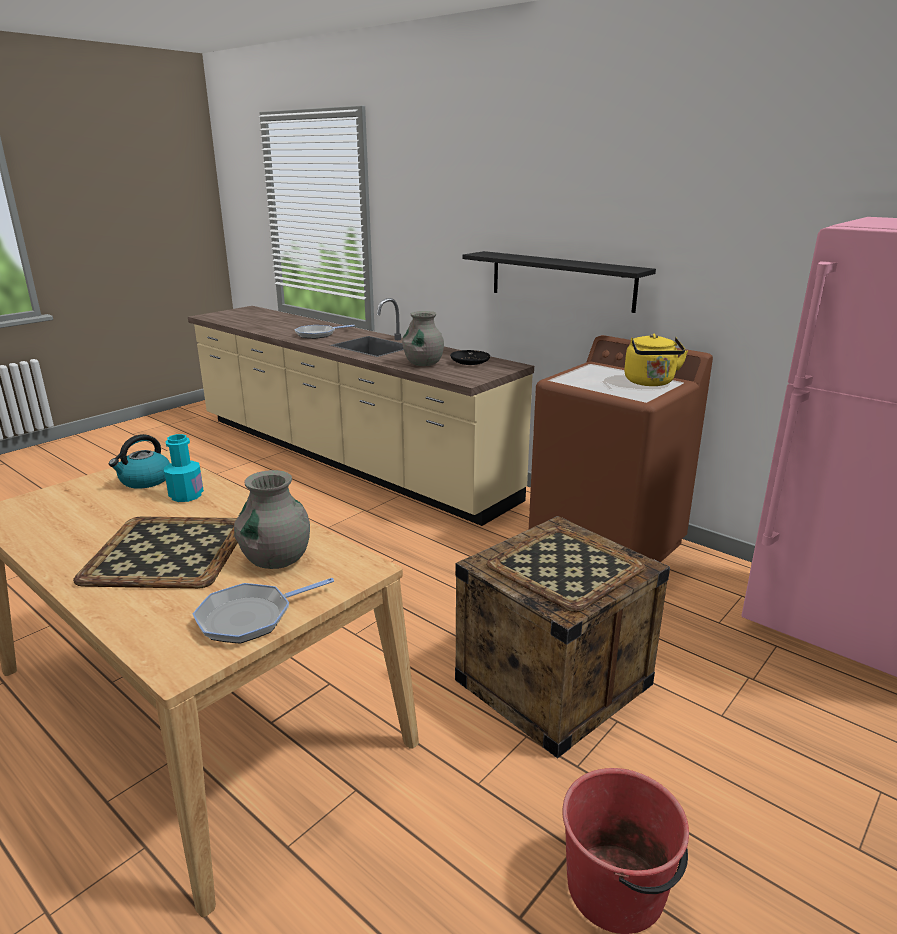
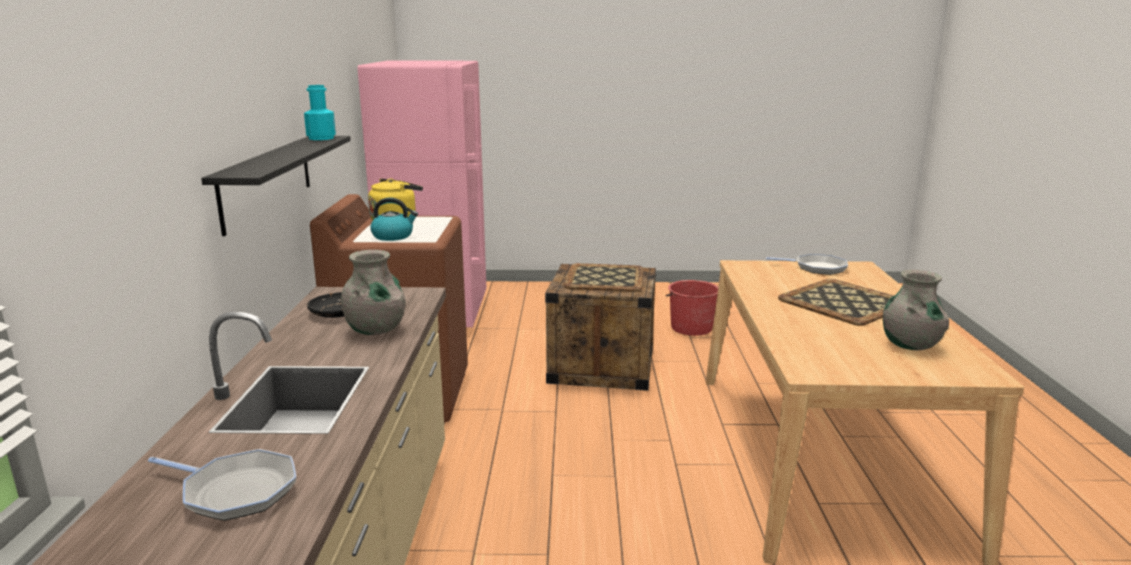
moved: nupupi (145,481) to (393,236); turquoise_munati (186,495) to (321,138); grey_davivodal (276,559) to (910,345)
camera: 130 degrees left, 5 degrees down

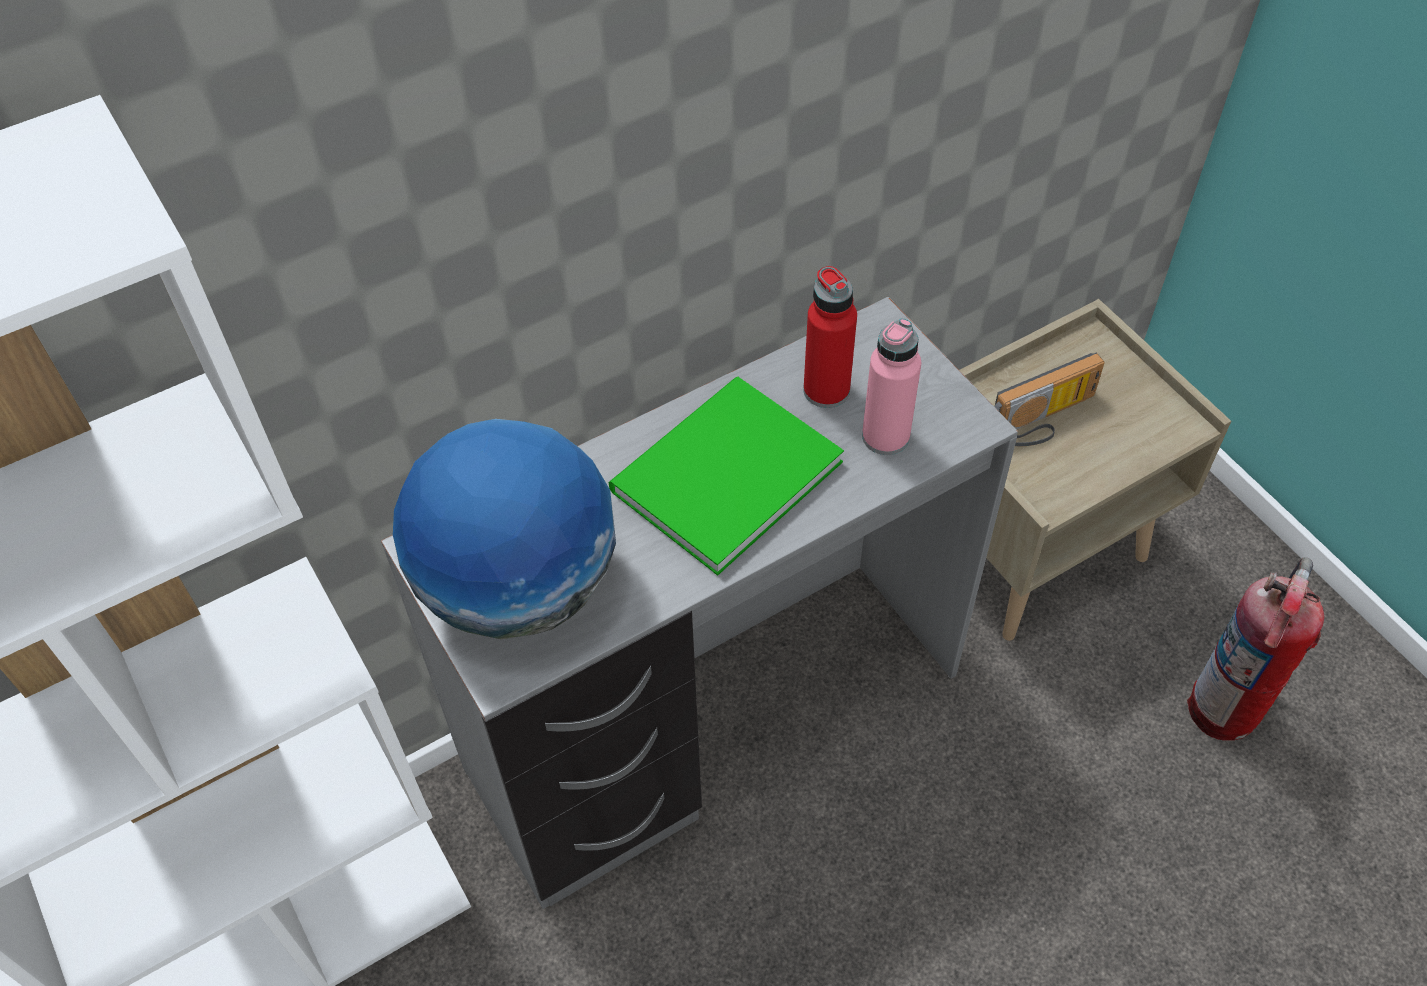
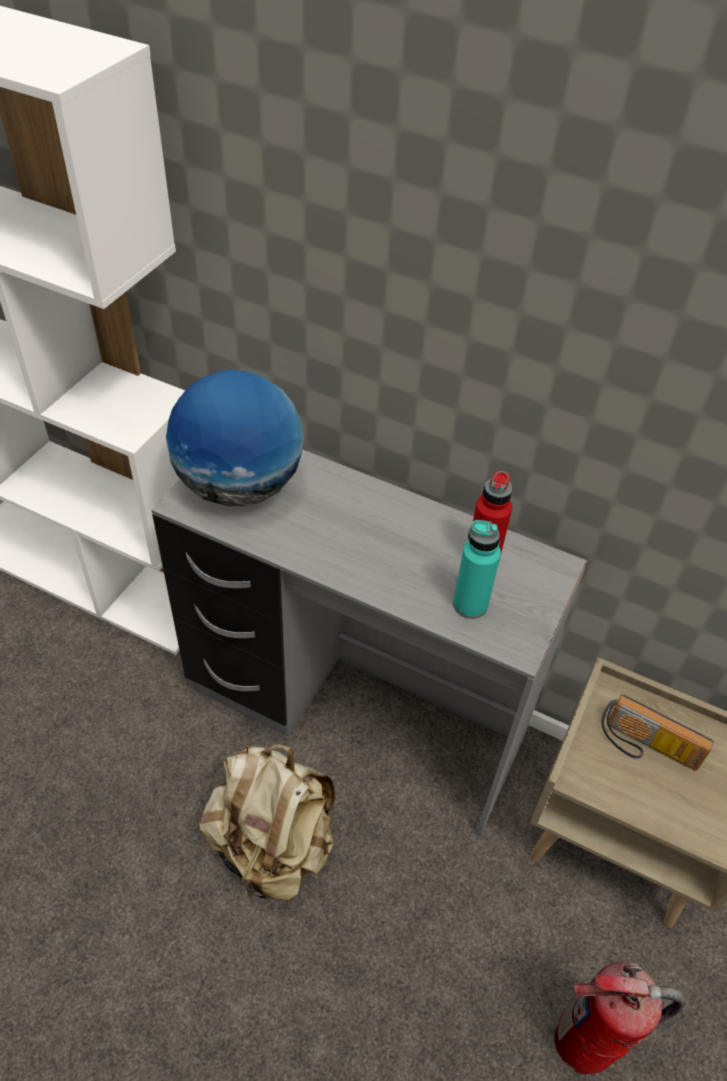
removed: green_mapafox (719,477)
added: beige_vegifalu (272,845)
recoloured: pink_munati (885,436) to turquoise_munati (470,605)
camera: 55 degrees right, 5 degrees down

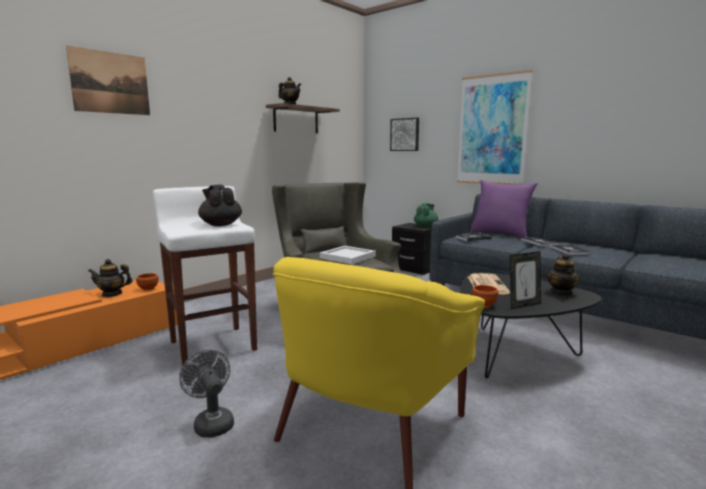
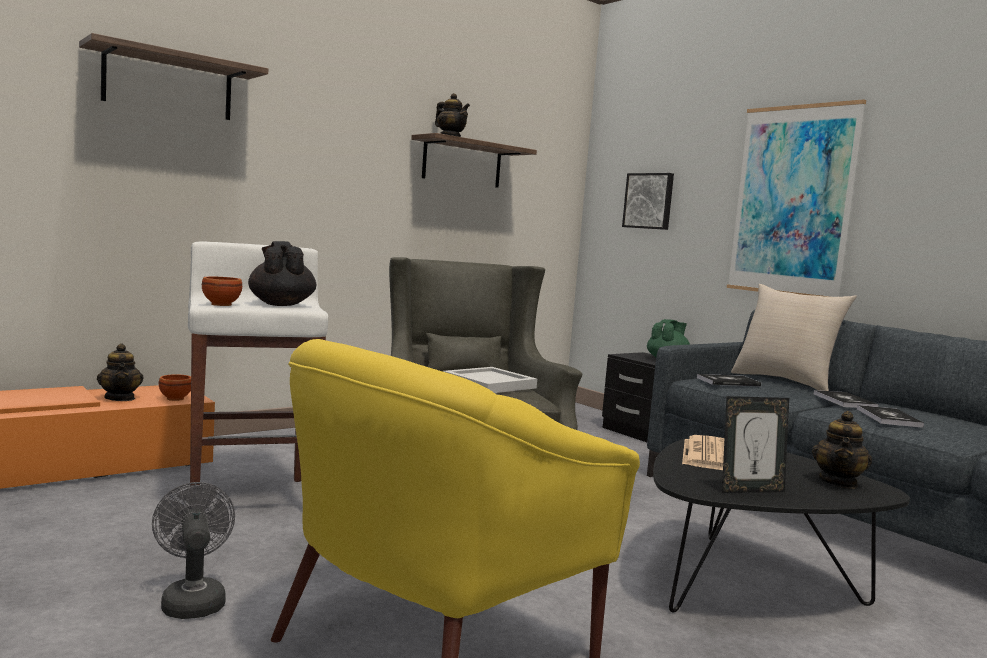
moved: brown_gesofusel (484,305) to (222,304)
replaced: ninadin (110,83) to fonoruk (168,84)
recoloured: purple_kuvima (500,234) to beige_kuvima (785,382)
turned: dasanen (112,294) = (120,398) 120 degrees counterclockwise
camera: 10 degrees right, 5 degrees down

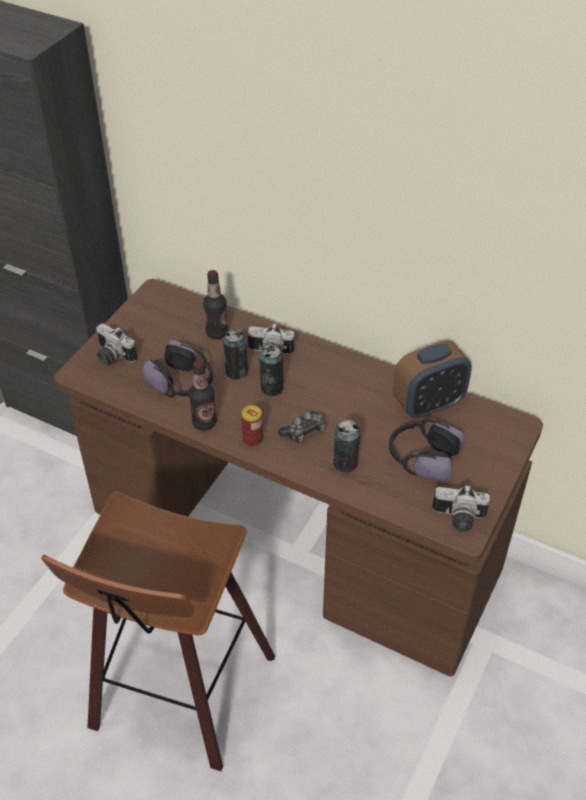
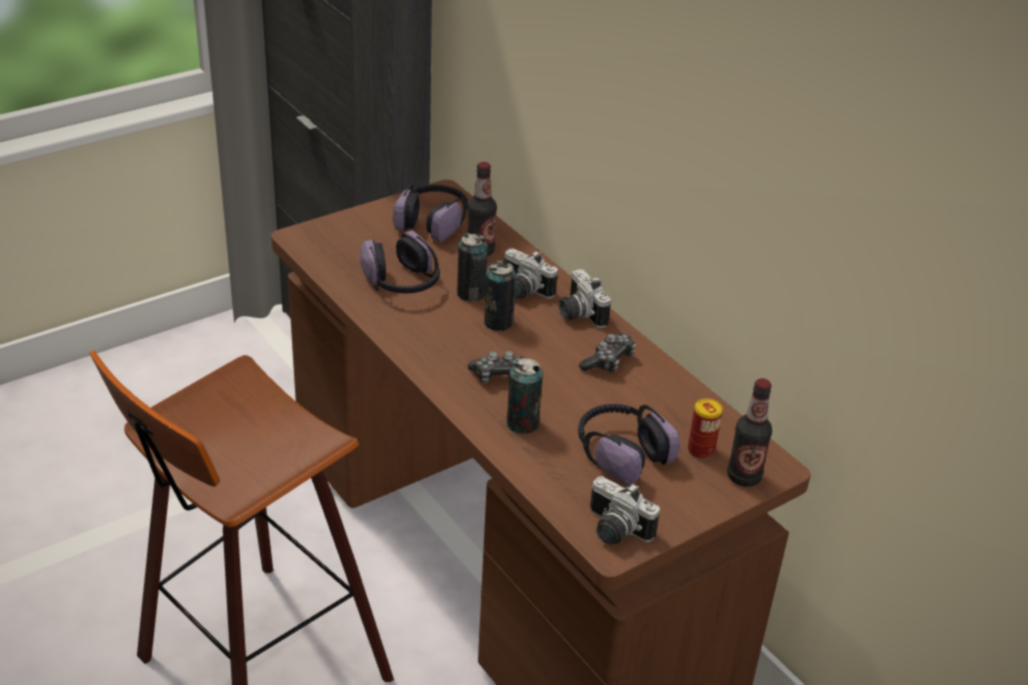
removed: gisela (428,404)
added: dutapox (433,222); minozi (608,361)
moved: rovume (112,356) to (578,313); munati (204,423) to (744,477); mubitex (252,440) to (701,450)
camera: 25 degrees right, 10 degrees down

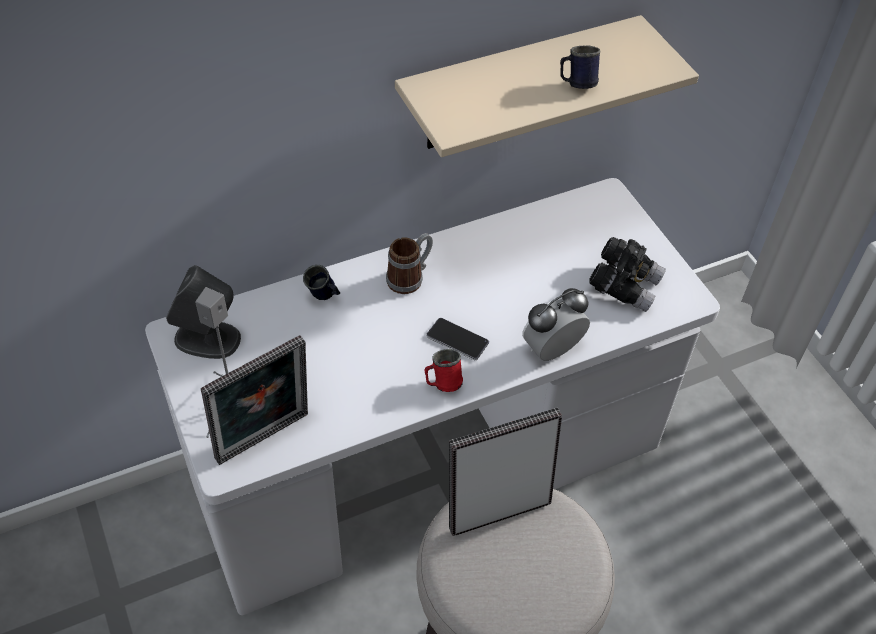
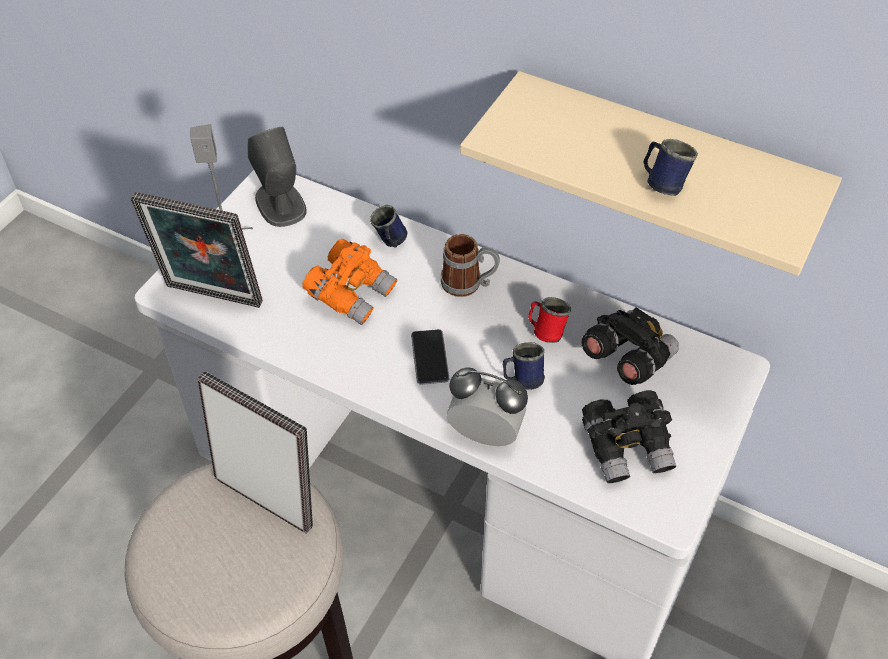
added: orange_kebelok (351,294); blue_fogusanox (522,379); black_kebelok (626,358)
moved: red_fogusanox (442,383) to (545,331)
camera: 55 degrees right, 0 degrees up

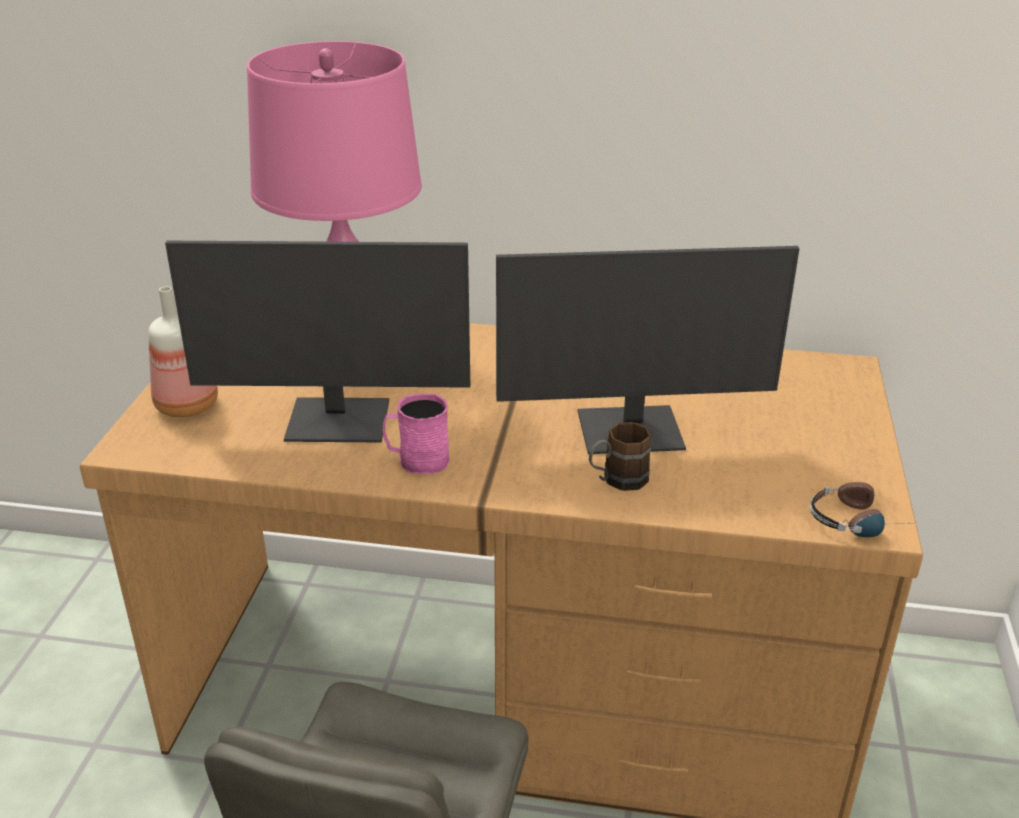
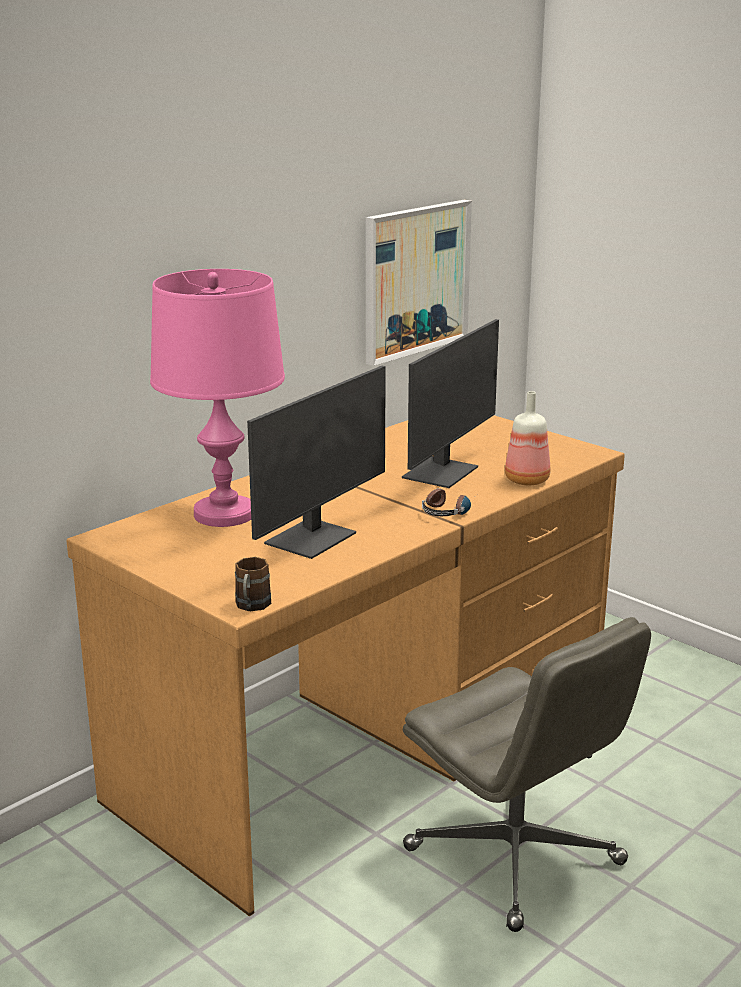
removed: pink_fogusanox (417,460)
added: ninadin (415,280)
moved: munati (188,405) to (526,480); brown_fogusanox (616,481) to (251,607); dutapox (859,520) to (448,510)
camera: 55 degrees left, 10 degrees down

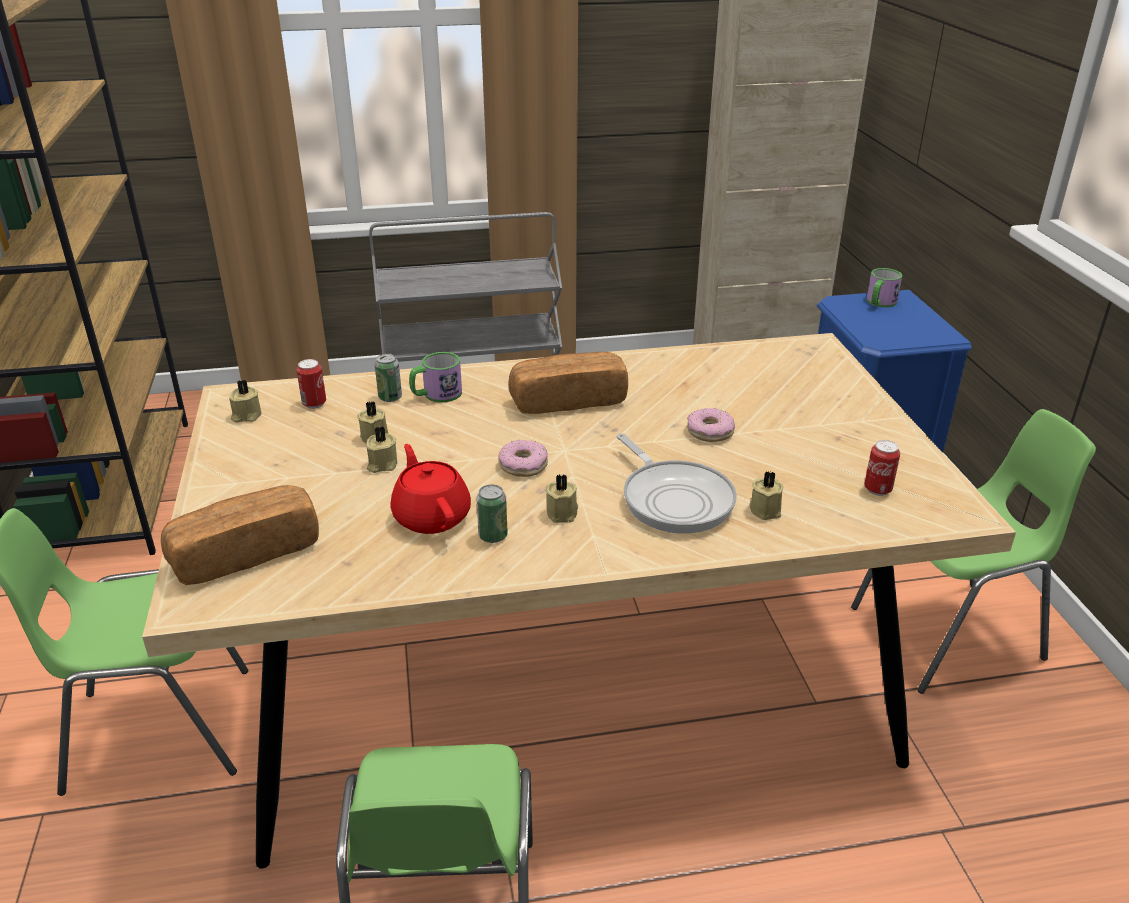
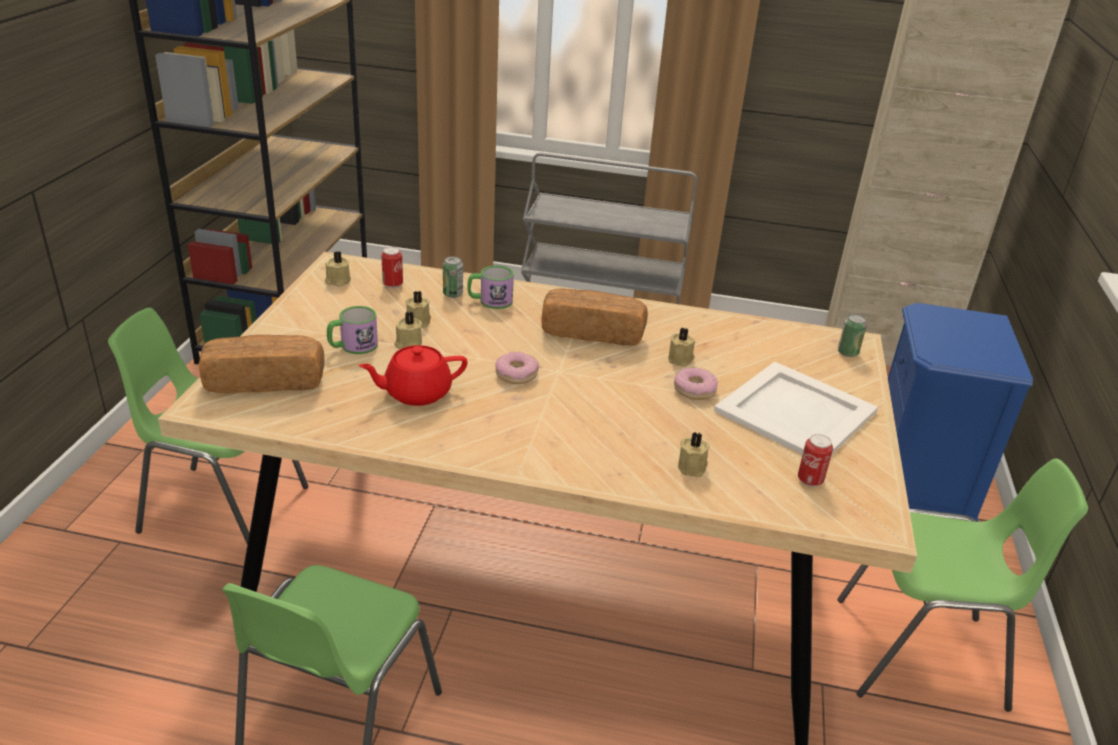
removed: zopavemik (674,499)
added: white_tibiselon (795,410)
moved: mubitex (493,536) to (847,353); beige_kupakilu (563,513) to (681,359); fogusanox (879,303) to (353,346)
turned: red_dasanen (431,516) = (416,393) 105 degrees counterclockwise
camera: 20 degrees right, 0 degrees up

